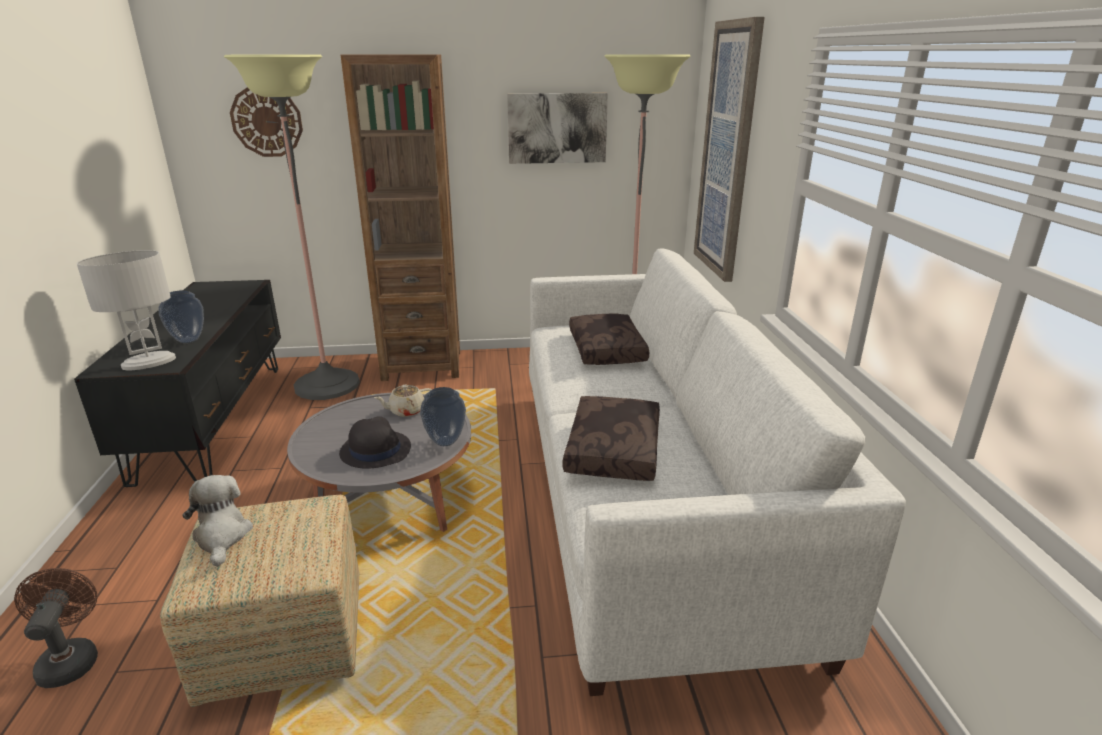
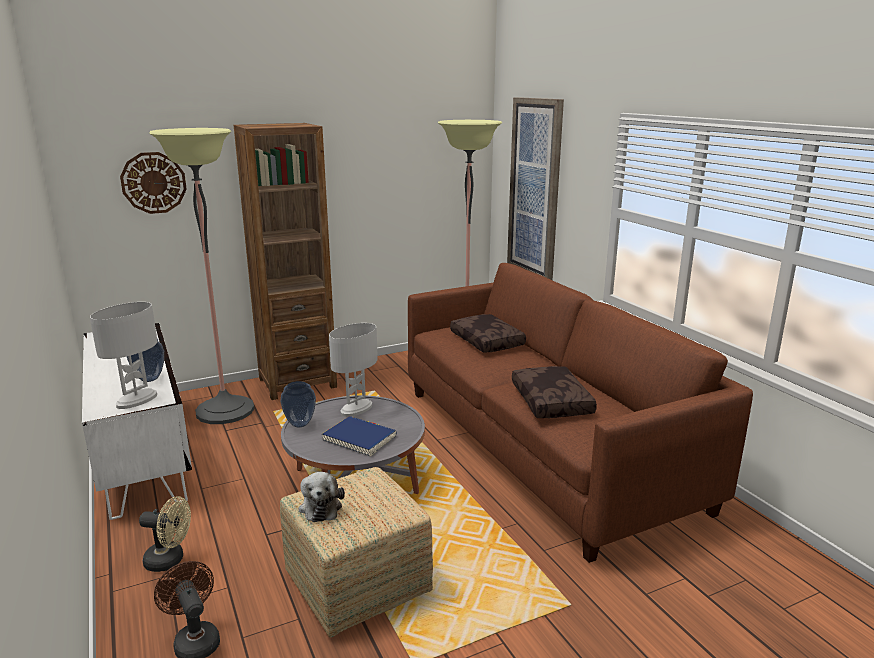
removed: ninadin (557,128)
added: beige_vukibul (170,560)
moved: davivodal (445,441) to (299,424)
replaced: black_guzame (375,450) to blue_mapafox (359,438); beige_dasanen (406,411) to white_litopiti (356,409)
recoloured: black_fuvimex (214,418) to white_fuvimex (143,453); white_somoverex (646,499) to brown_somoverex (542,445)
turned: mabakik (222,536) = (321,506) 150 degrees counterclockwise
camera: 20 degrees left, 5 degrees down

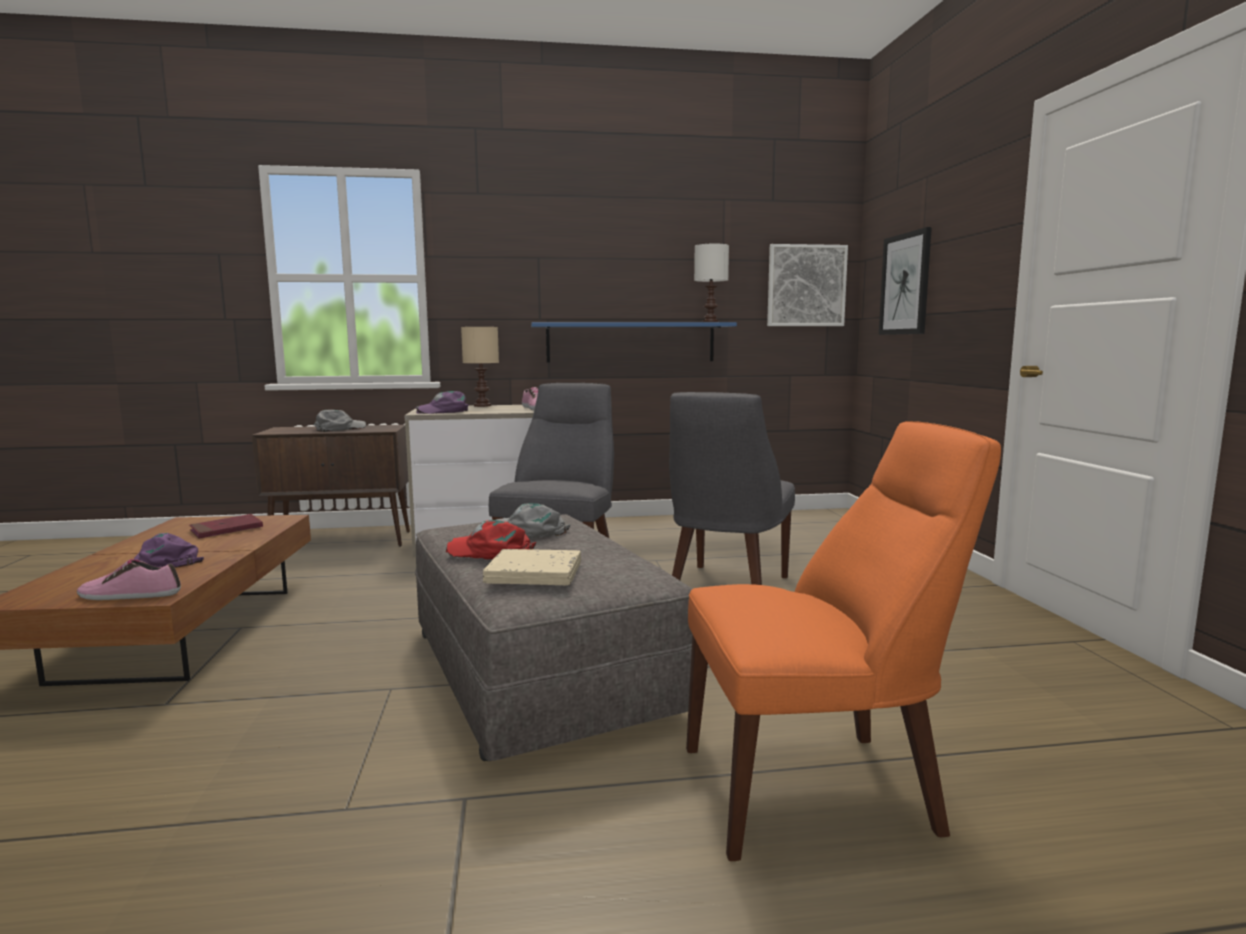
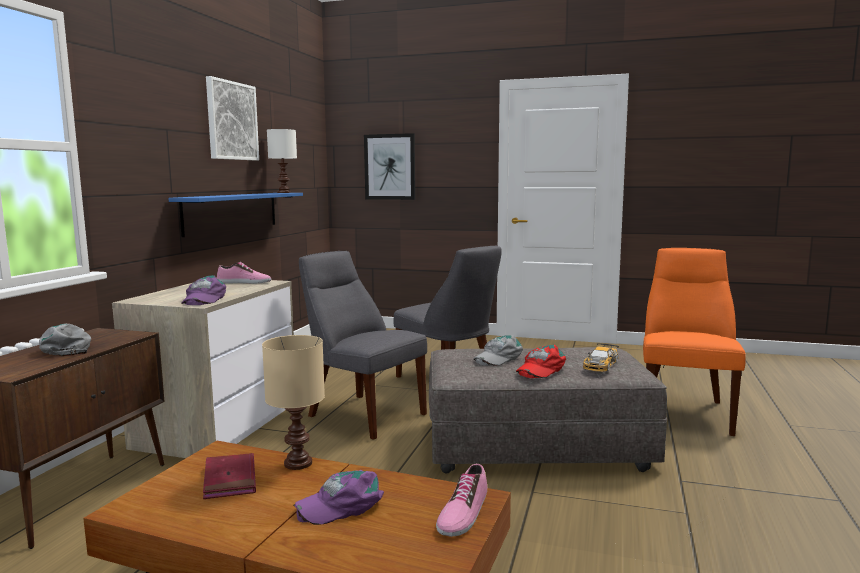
moved: beige_litopiti (482,406) to (299,463); ninadin (806,286) to (231,121)
replaced: beige_mapafox (534,574) to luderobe (600,364)
camera: 65 degrees left, 0 degrees up

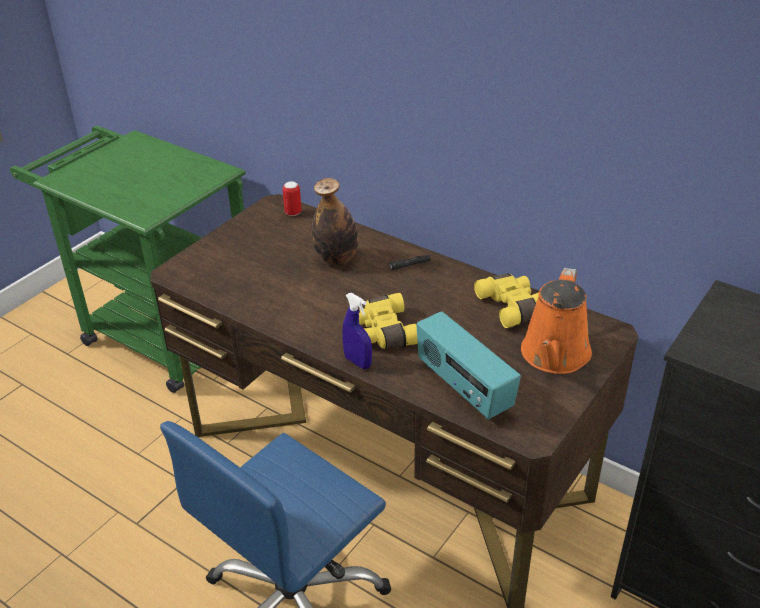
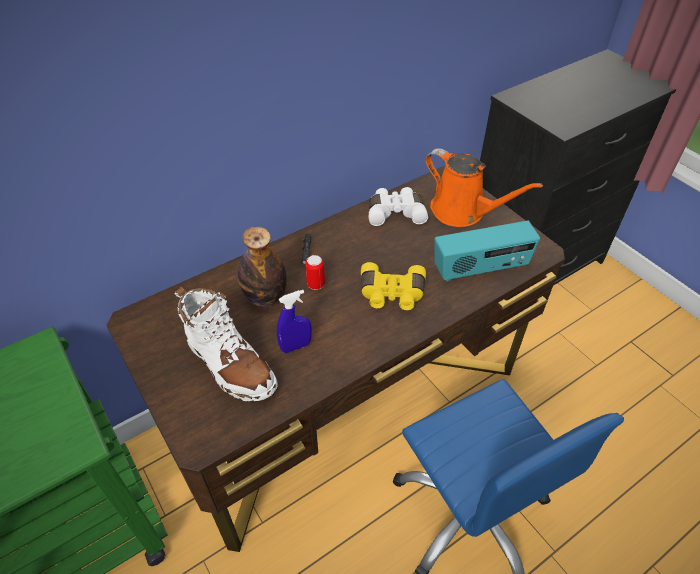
added: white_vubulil (229,364)
moved: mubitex (293,213) to (315,284); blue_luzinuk (357,362) to (296,346)
recoloured: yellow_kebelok (512,307) to white_kebelok (395,212)
camera: 70 degrees left, 10 degrees up

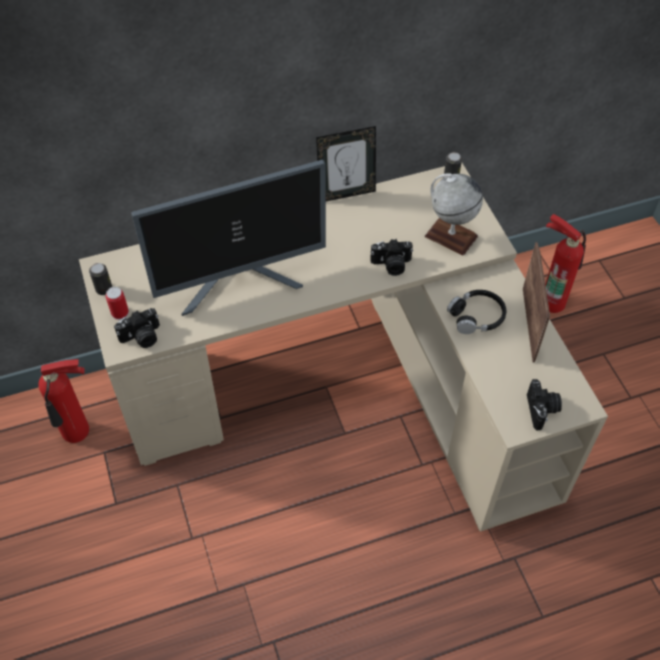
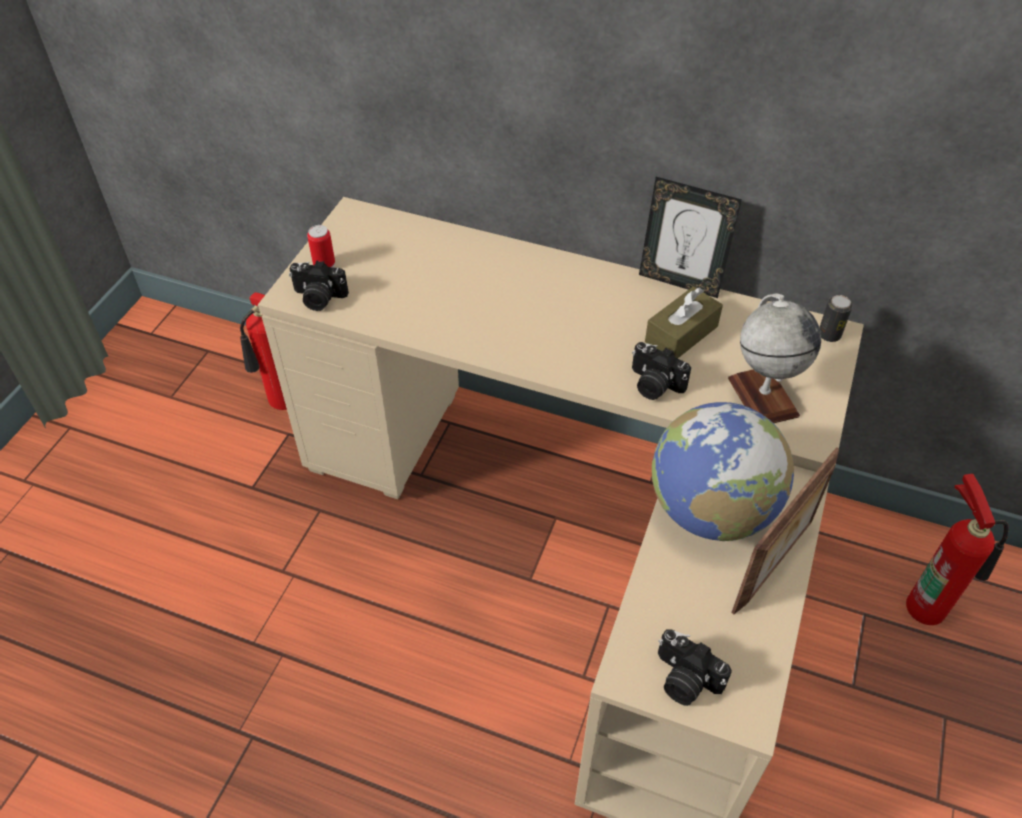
removed: mubitex (104,289); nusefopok (240,281)
added: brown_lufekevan (681,334)
replaced: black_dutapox (476,316) to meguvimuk (710,510)
turned: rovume (542,410) = (684,680) 90 degrees clockwise
camera: 40 degrees right, 5 degrees down

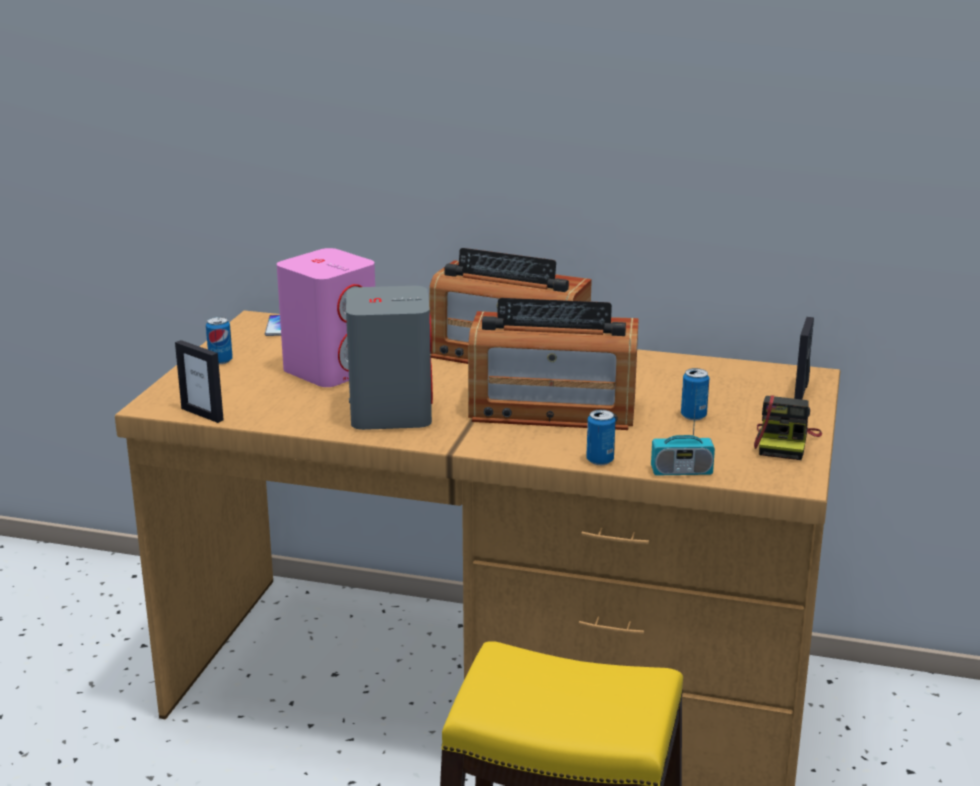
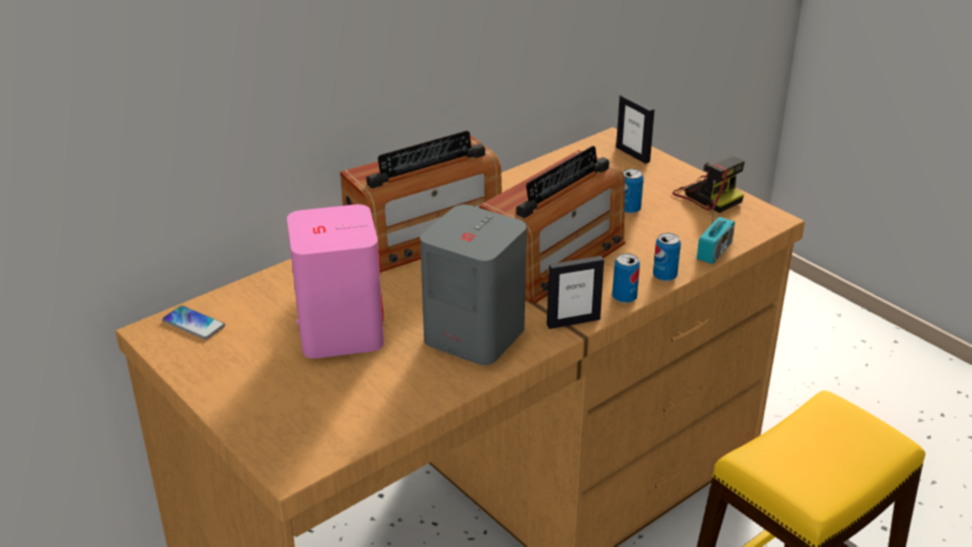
moved: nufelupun (202,414) to (573,321); mubitex (220,360) to (624,297)
camera: 55 degrees left, 10 degrees up

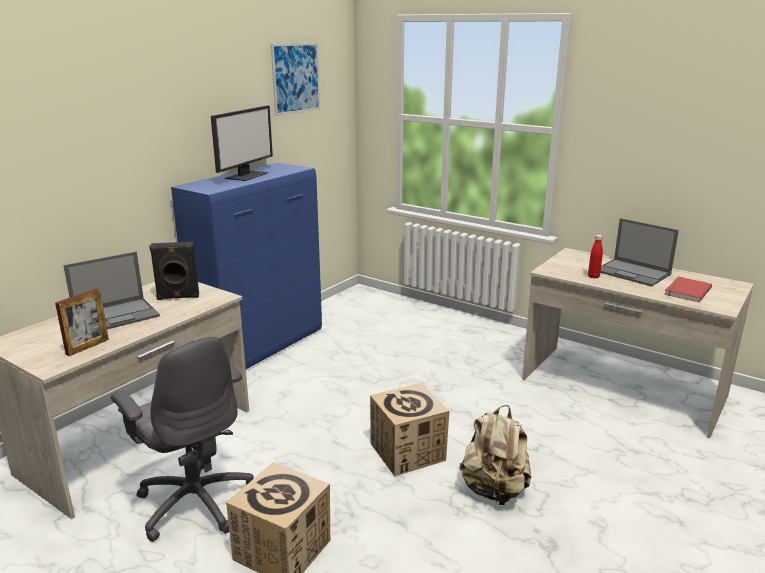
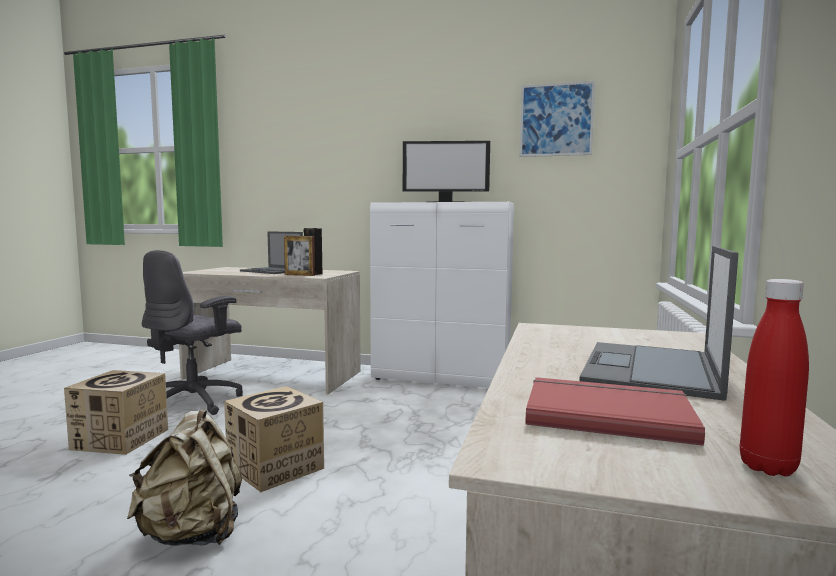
moved: nufelupun (87,347) to (299,275); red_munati (593,276) to (767,467)
recoloured: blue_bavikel (261,348) to white_bavikel (442,379)
camera: 70 degrees right, 15 degrees down

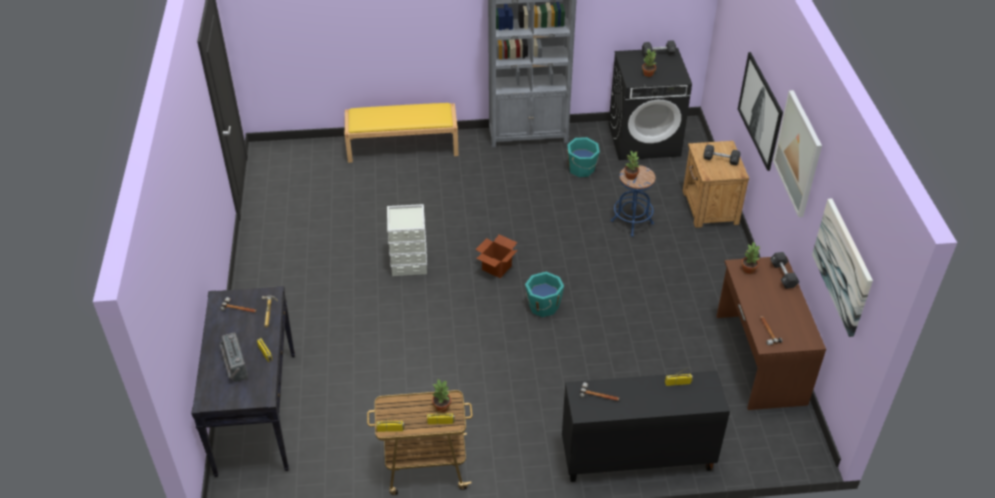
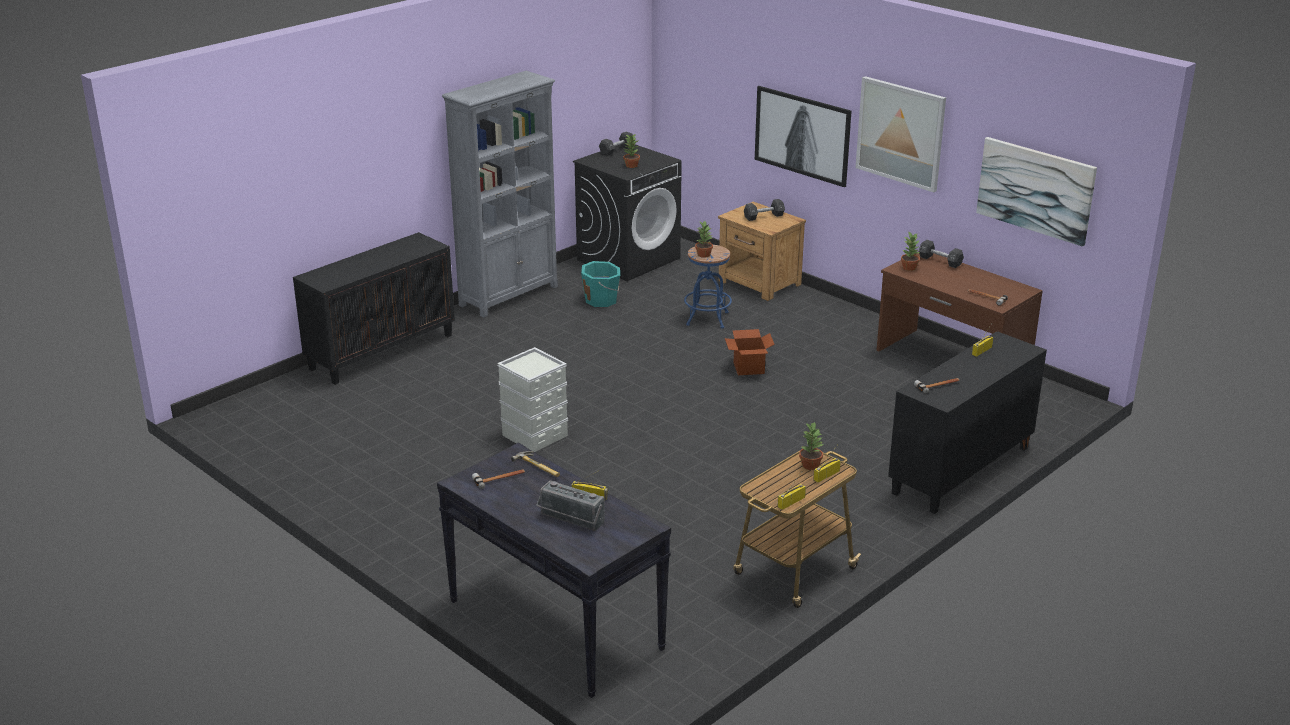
removed: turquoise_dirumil (543,306)
moved: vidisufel (497,268) to (749,368)
replaced: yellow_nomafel (403,146) to black_bavikel (382,351)
camera: 40 degrees left, 15 degrees down

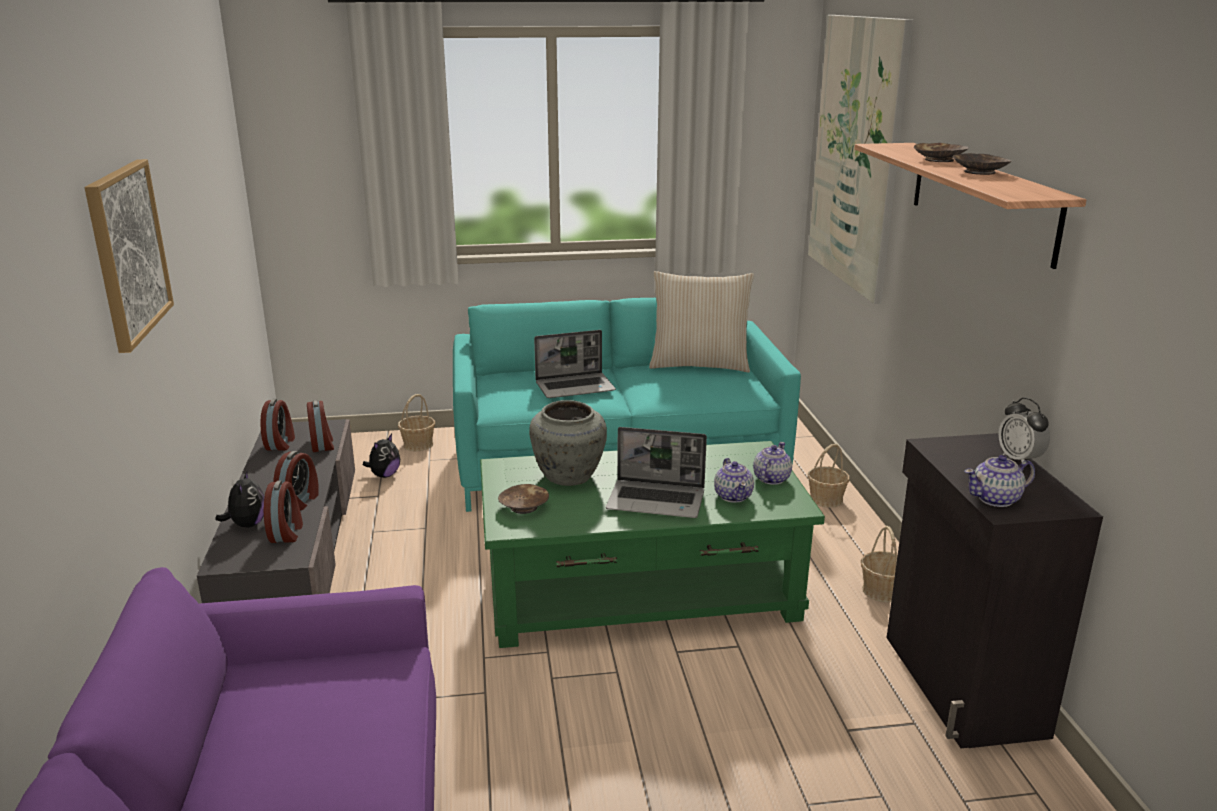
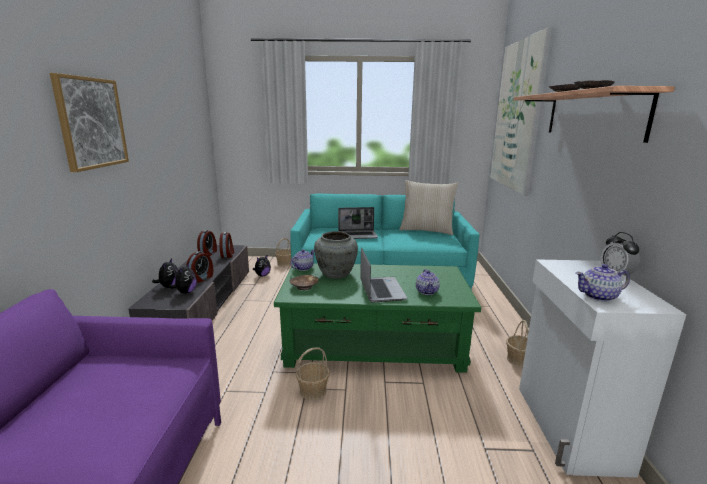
moved: dasanen (771,479) to (303,268); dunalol (826,499) to (313,390)
replaced: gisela (287,533) to mabakik (185,292)
recoloured: black_bavikel (961,685) to white_bavikel (568,427)
turned: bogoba (657,501) = (381,290) 120 degrees counterclockwise
camera: 10 degrees right, 5 degrees down

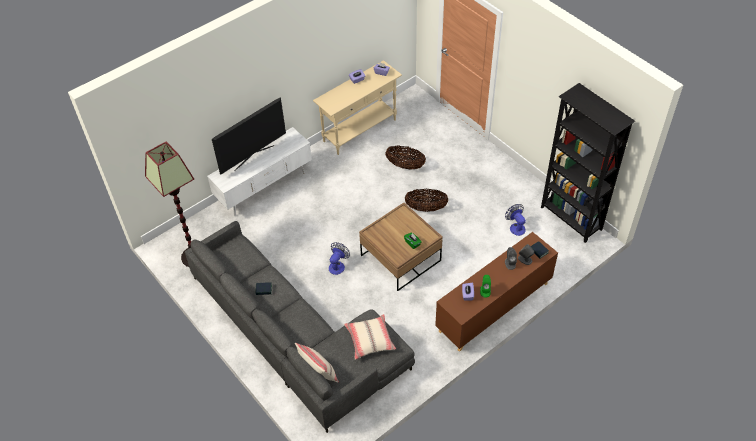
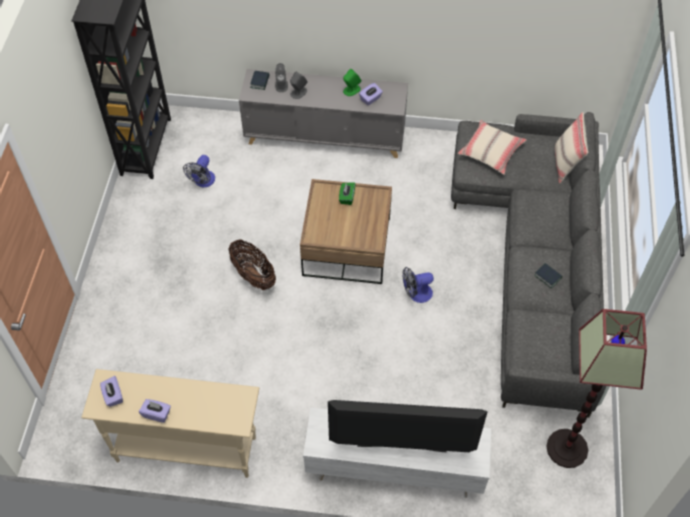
removed: dunalol (405,165)
recoloured: brown_bavikel (493,307) to grey_bavikel (325,137)
camera: 135 degrees left, 5 degrees up

